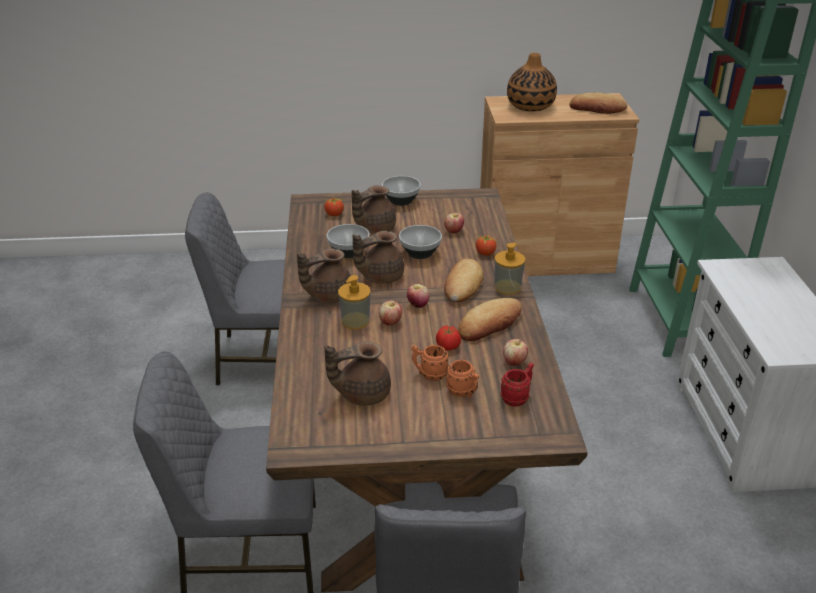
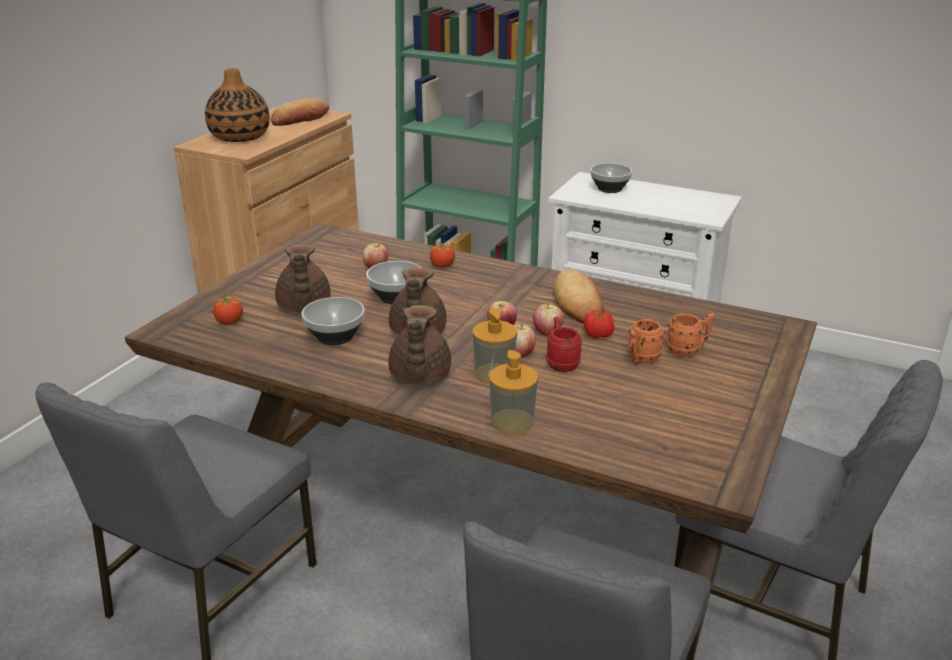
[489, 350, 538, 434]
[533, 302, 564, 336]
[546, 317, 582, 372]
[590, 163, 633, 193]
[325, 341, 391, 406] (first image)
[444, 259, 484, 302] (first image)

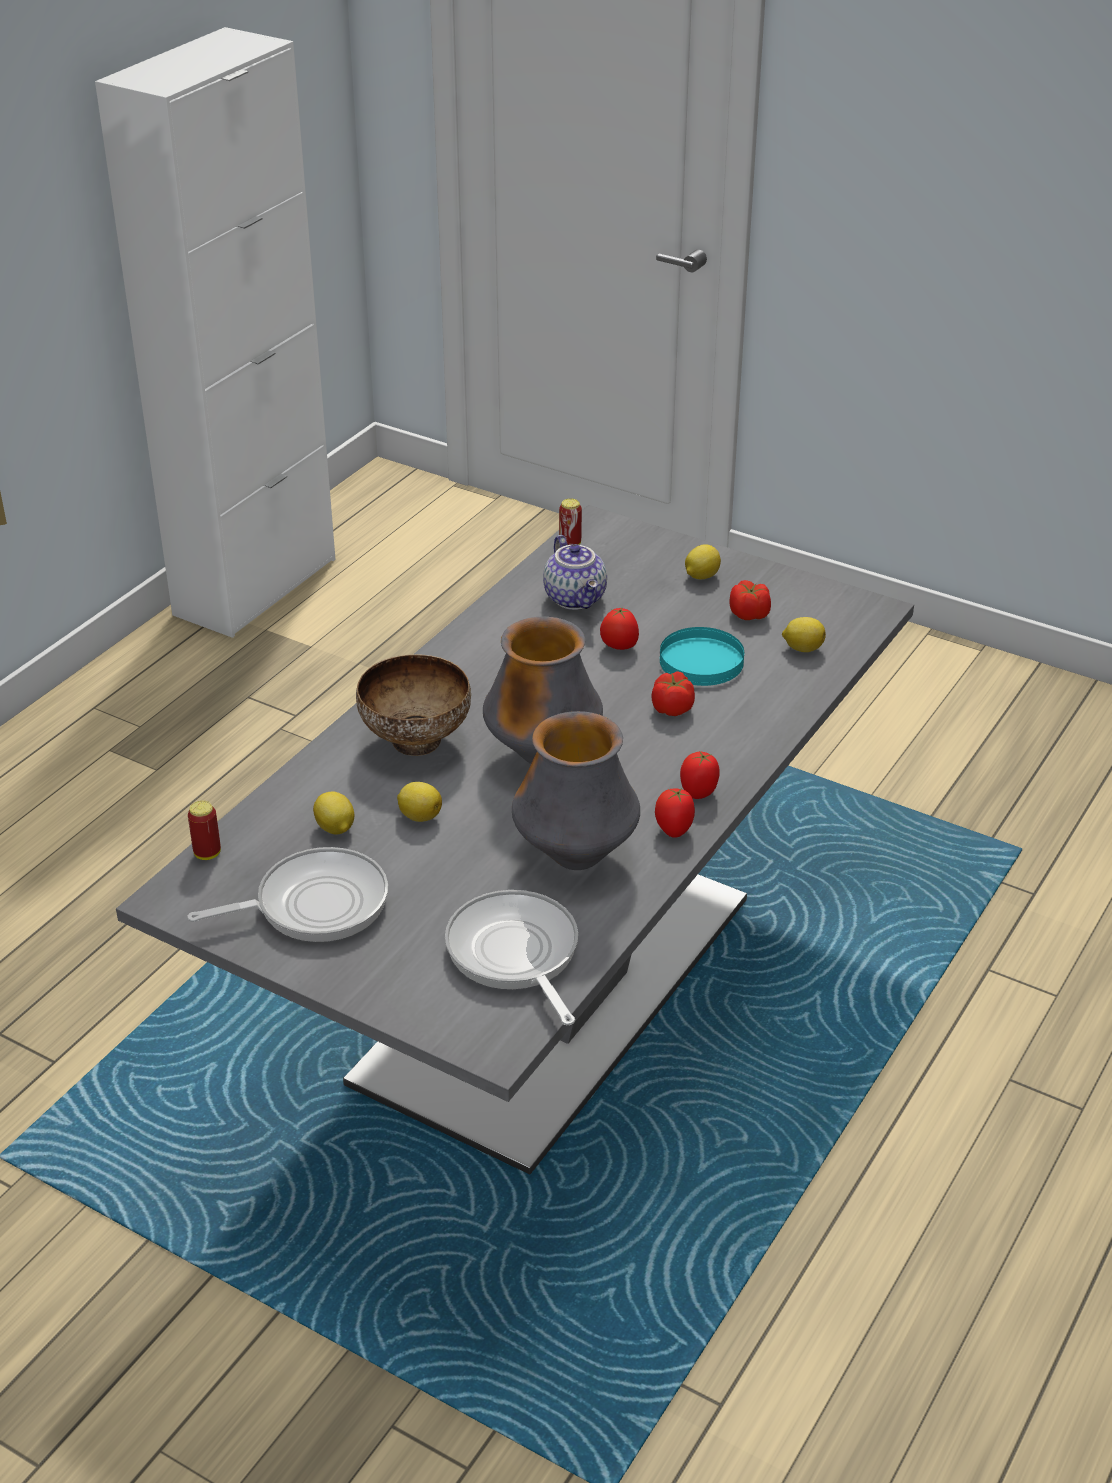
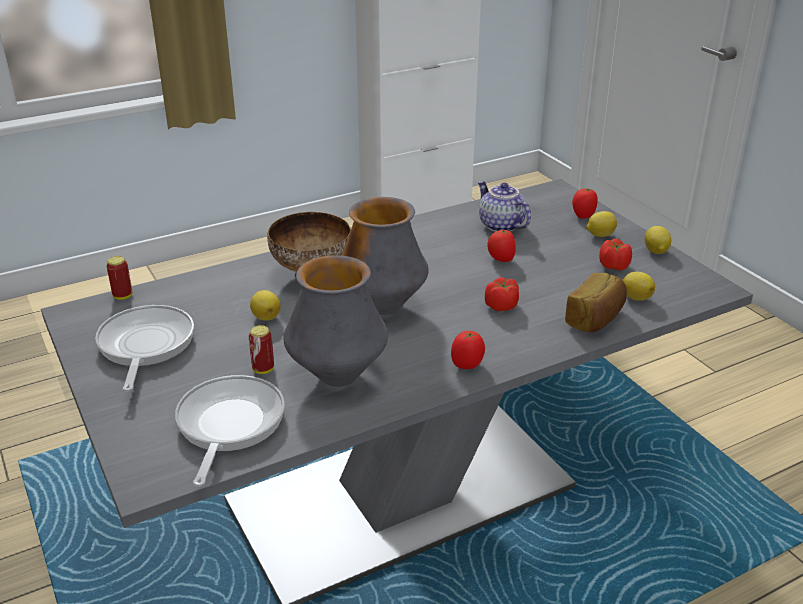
[95, 305, 194, 392]
[249, 325, 274, 374]
[478, 181, 531, 232]
[565, 273, 627, 332]
[572, 188, 598, 219]
[645, 226, 671, 254]
[660, 627, 744, 686] (first image)

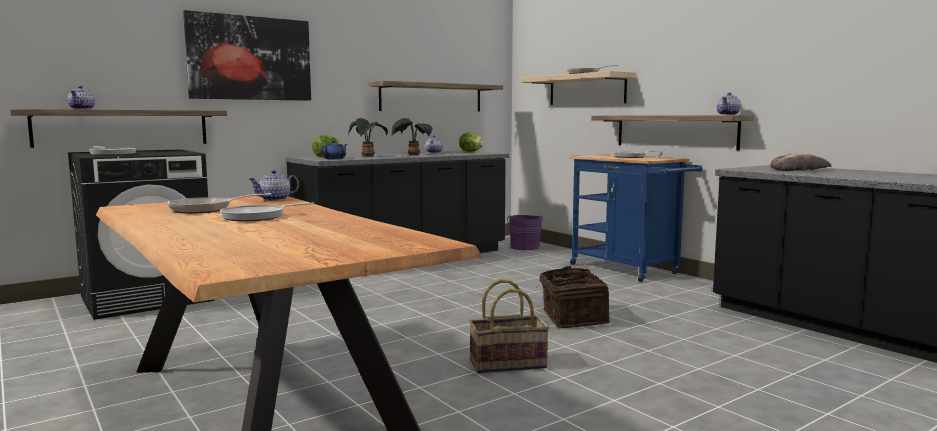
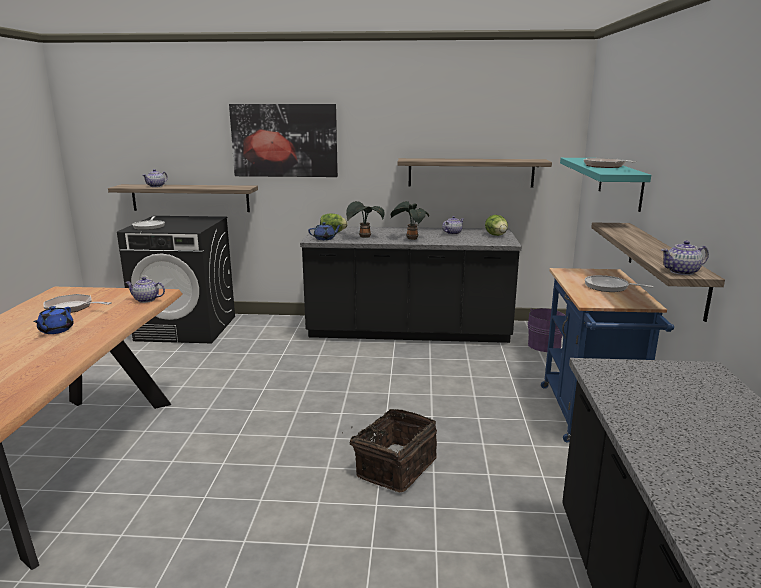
[33, 306, 74, 334]
[560, 158, 651, 212]
[469, 279, 549, 373] (first image)
[771, 153, 832, 171] (first image)

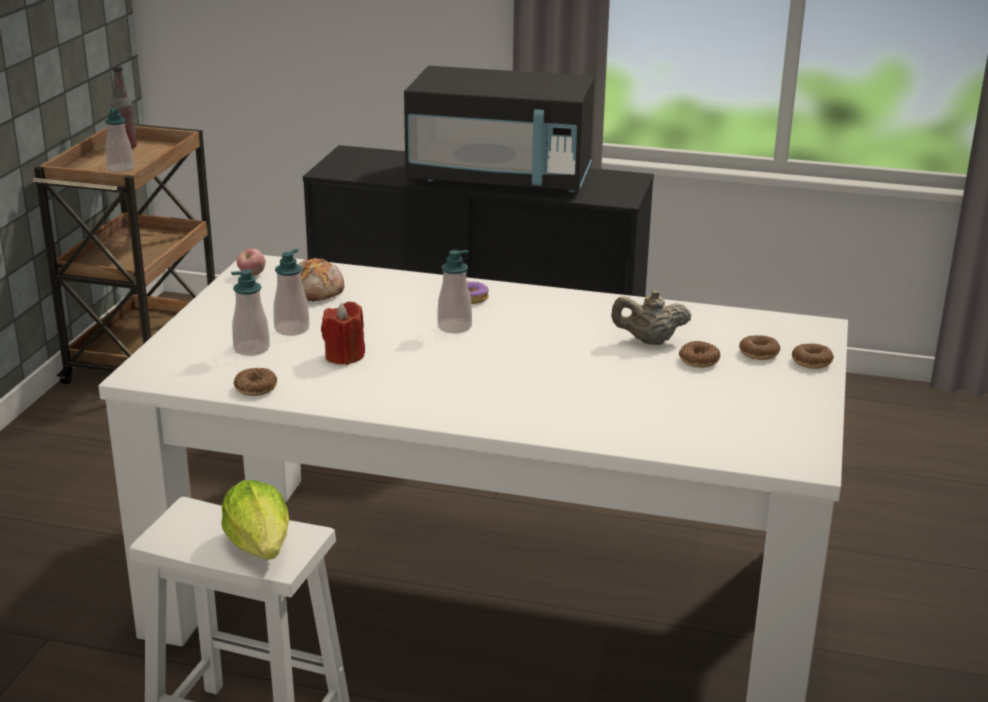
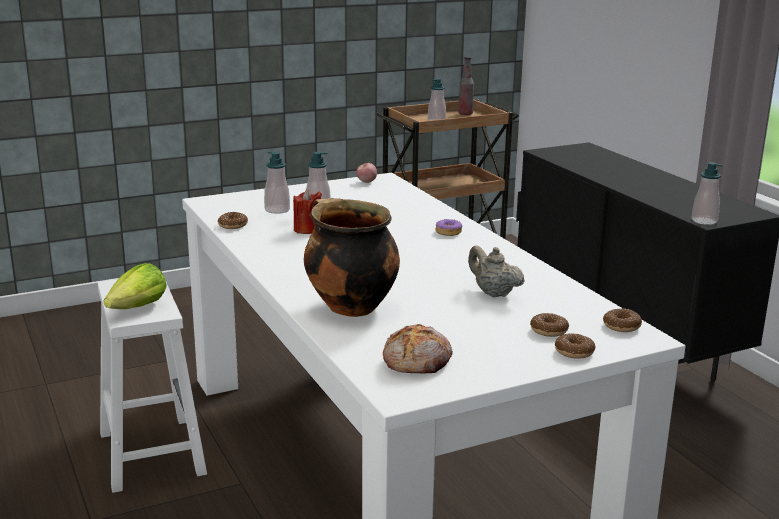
[304, 198, 400, 317]
[383, 324, 453, 374]
[603, 308, 642, 332]
[692, 162, 723, 225]
[404, 66, 595, 192] (first image)

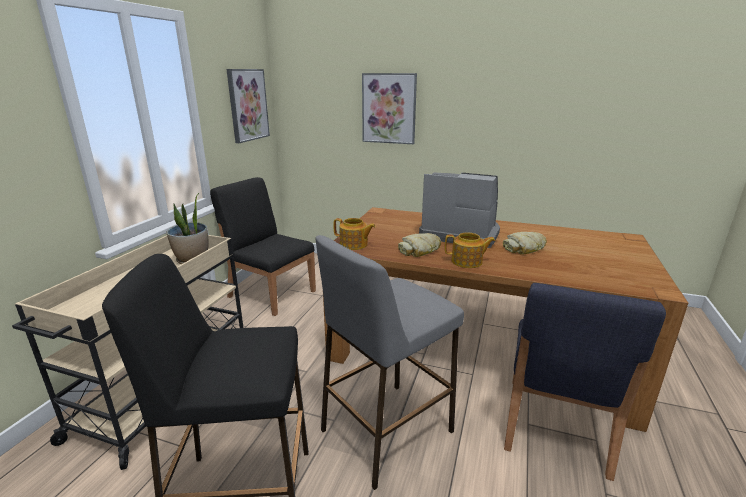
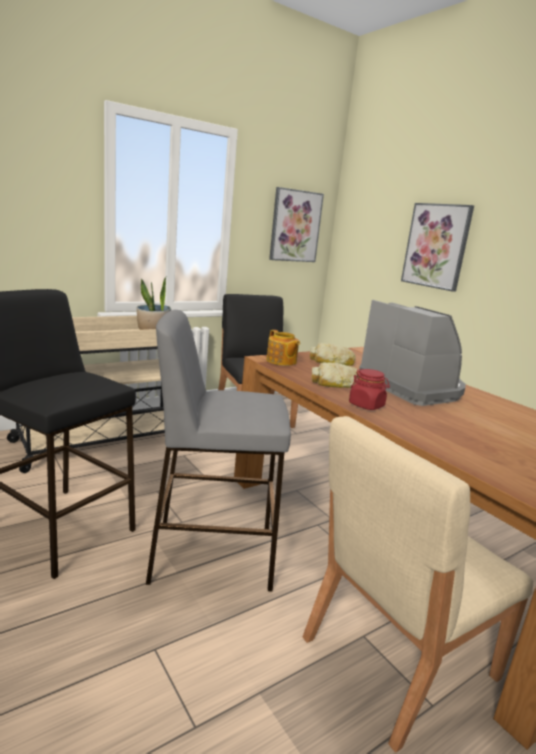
[303, 416, 533, 753]
[310, 343, 356, 366]
[349, 369, 390, 410]

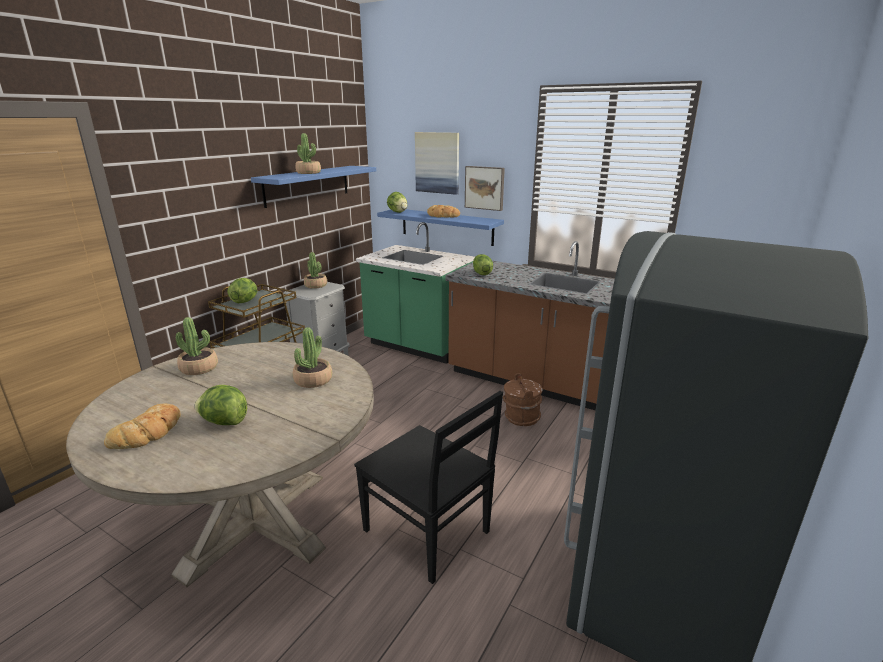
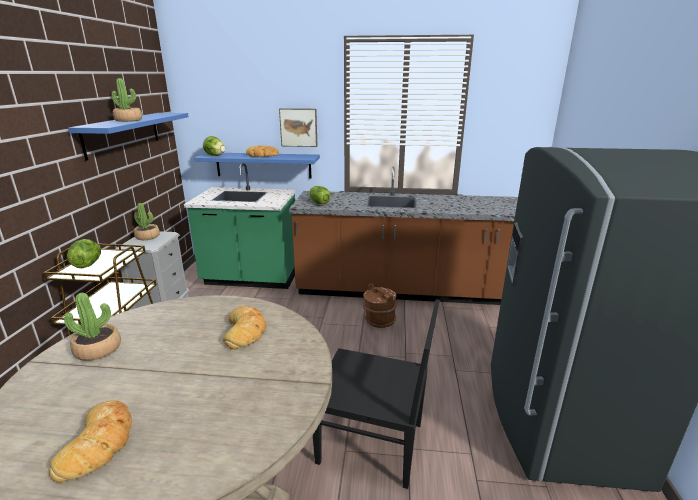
[223, 306, 266, 349]
[194, 385, 247, 425] (first image)
[415, 132, 459, 195] (first image)

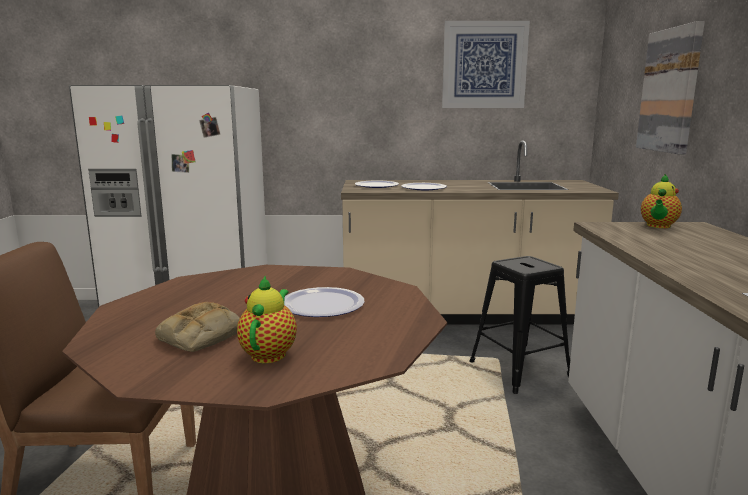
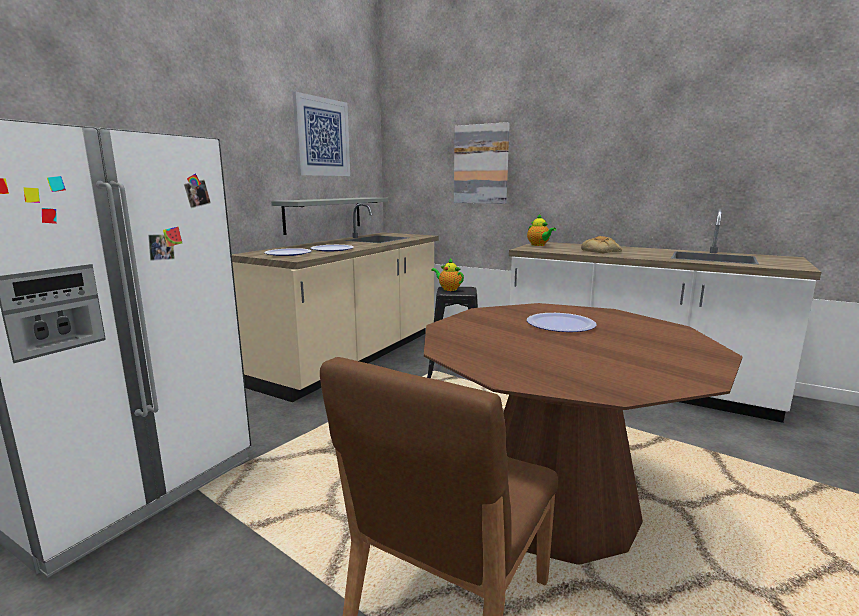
[271, 197, 388, 235]
[431, 258, 464, 291]
[581, 236, 622, 253]

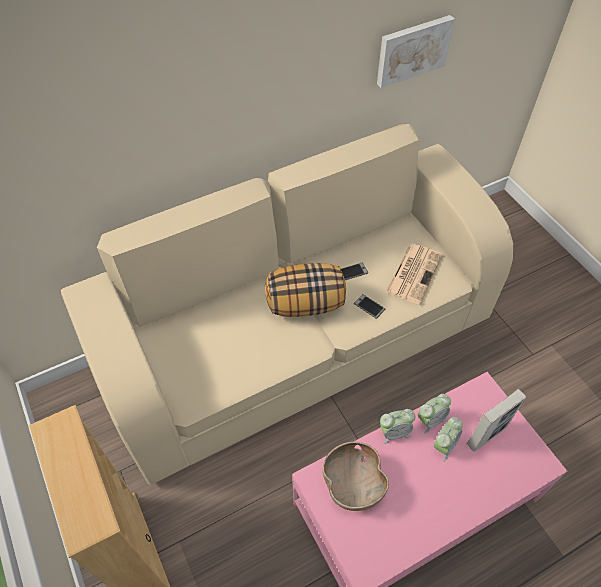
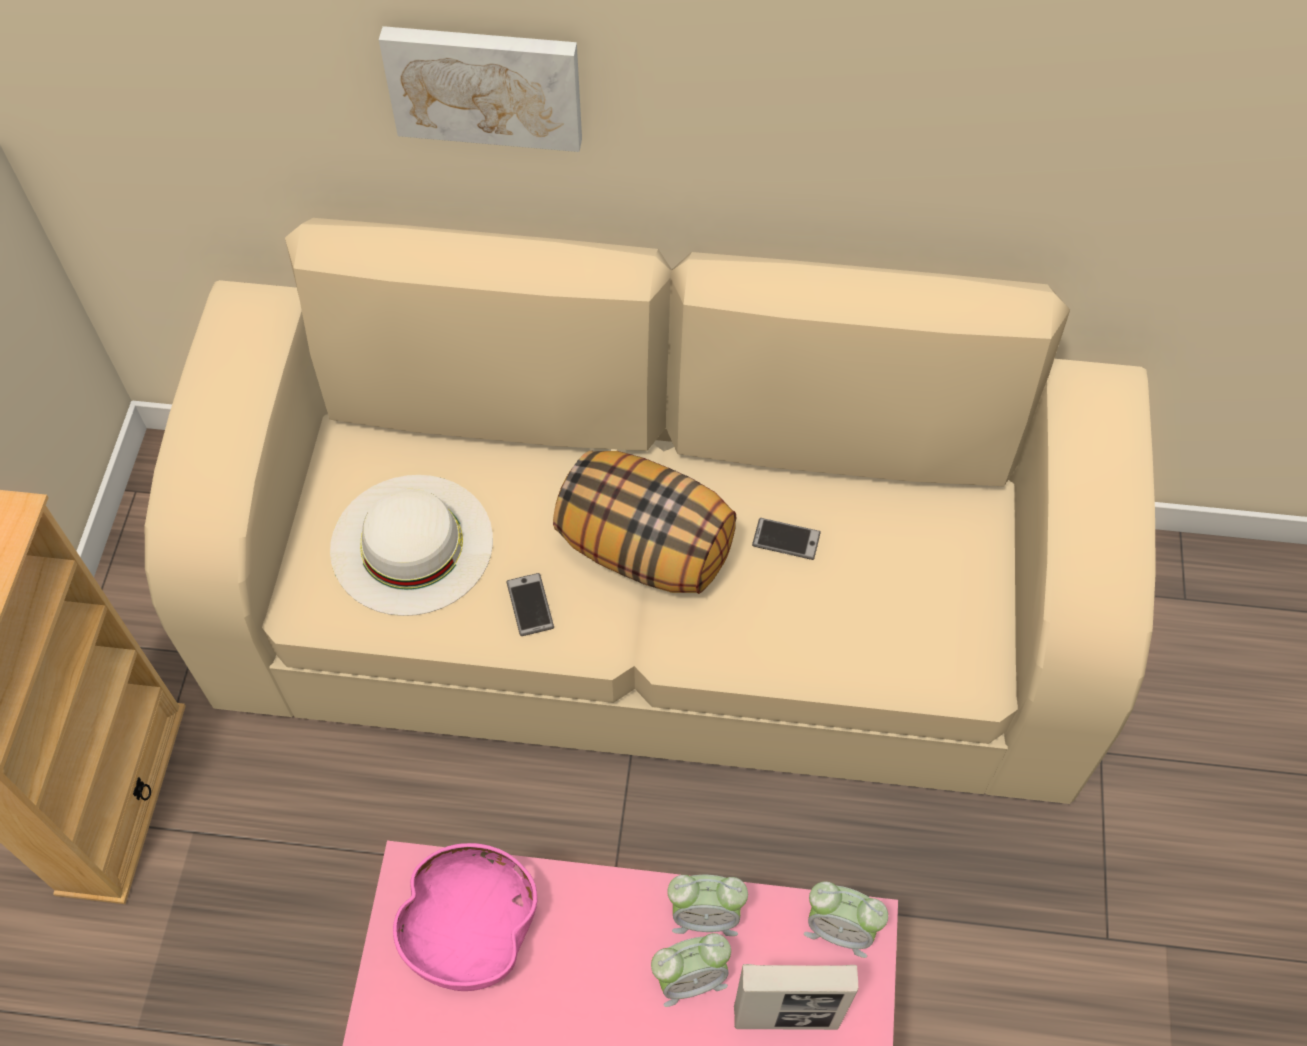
[330, 475, 493, 616]
[379, 26, 582, 152]
[393, 843, 537, 991]
[506, 573, 554, 636]
[804, 881, 888, 958]
[385, 244, 443, 305] (first image)

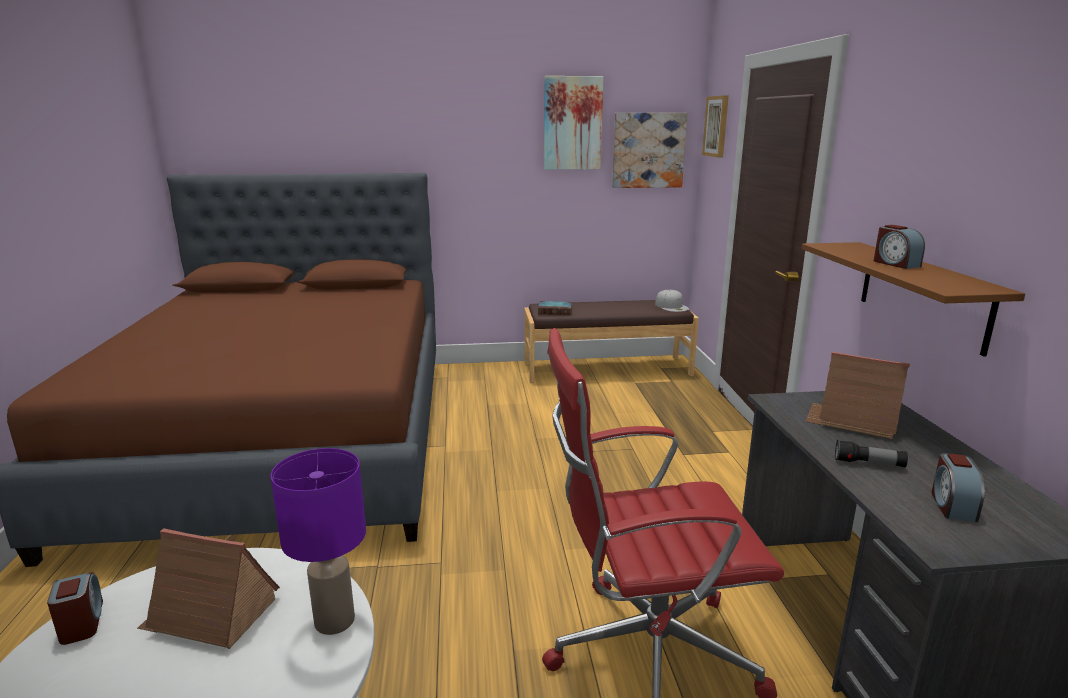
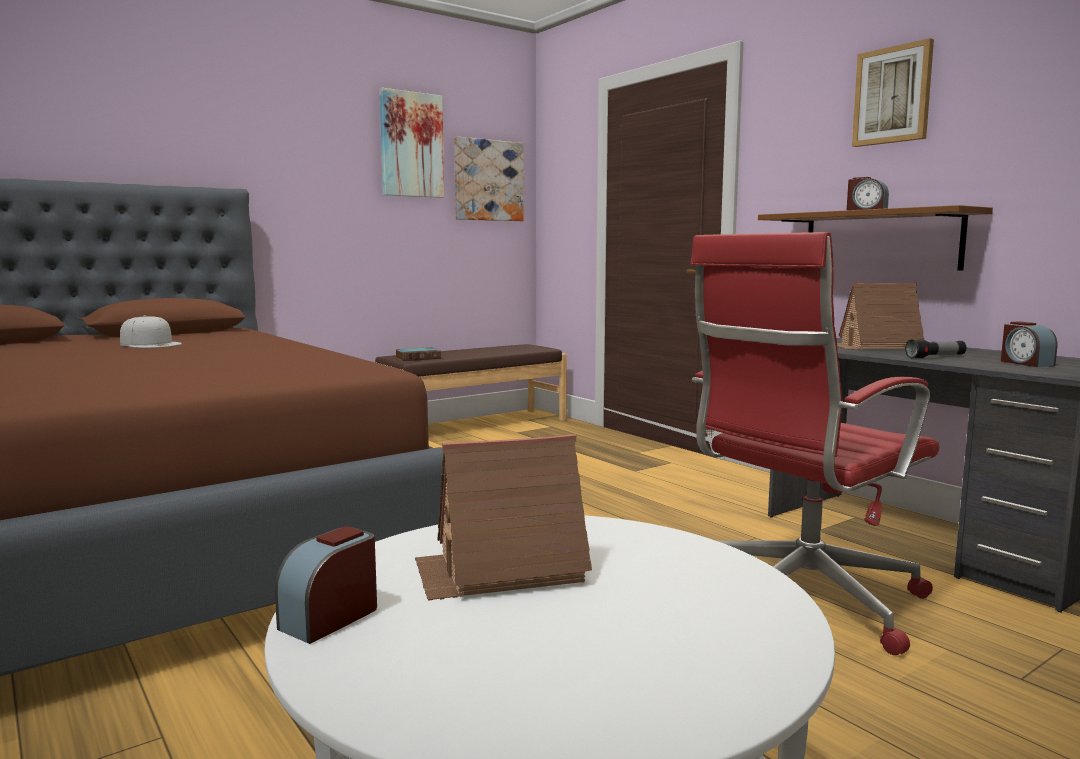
[120, 316, 182, 348]
[275, 526, 377, 644]
[852, 38, 934, 147]
[271, 448, 366, 635] (first image)

